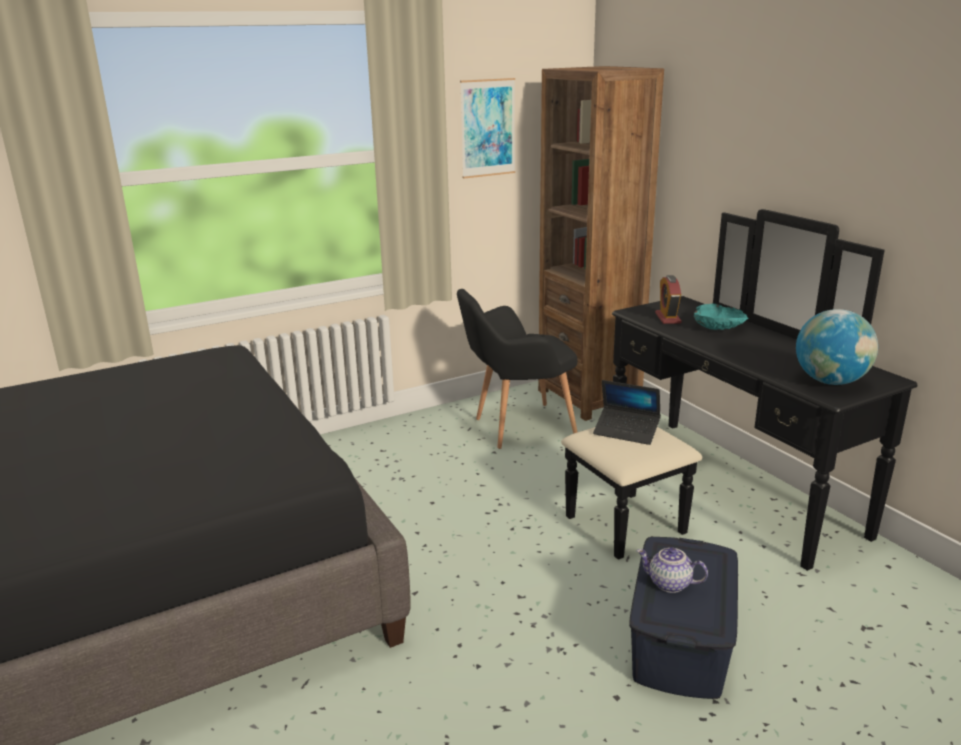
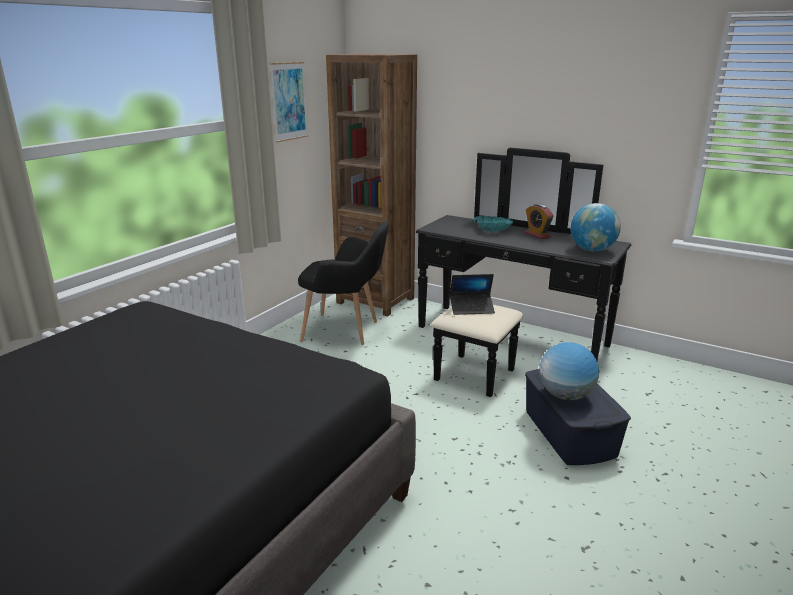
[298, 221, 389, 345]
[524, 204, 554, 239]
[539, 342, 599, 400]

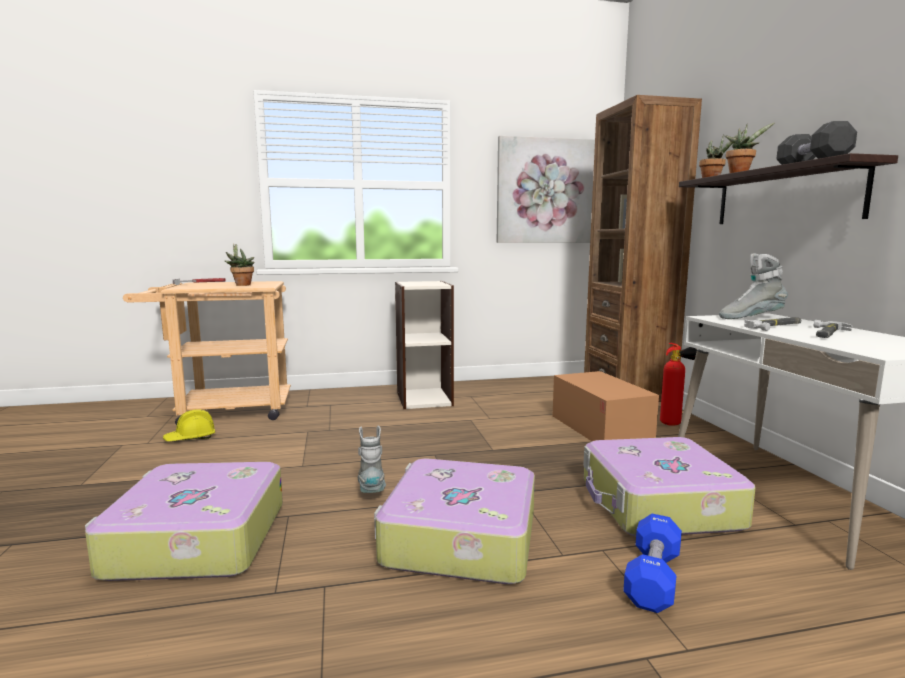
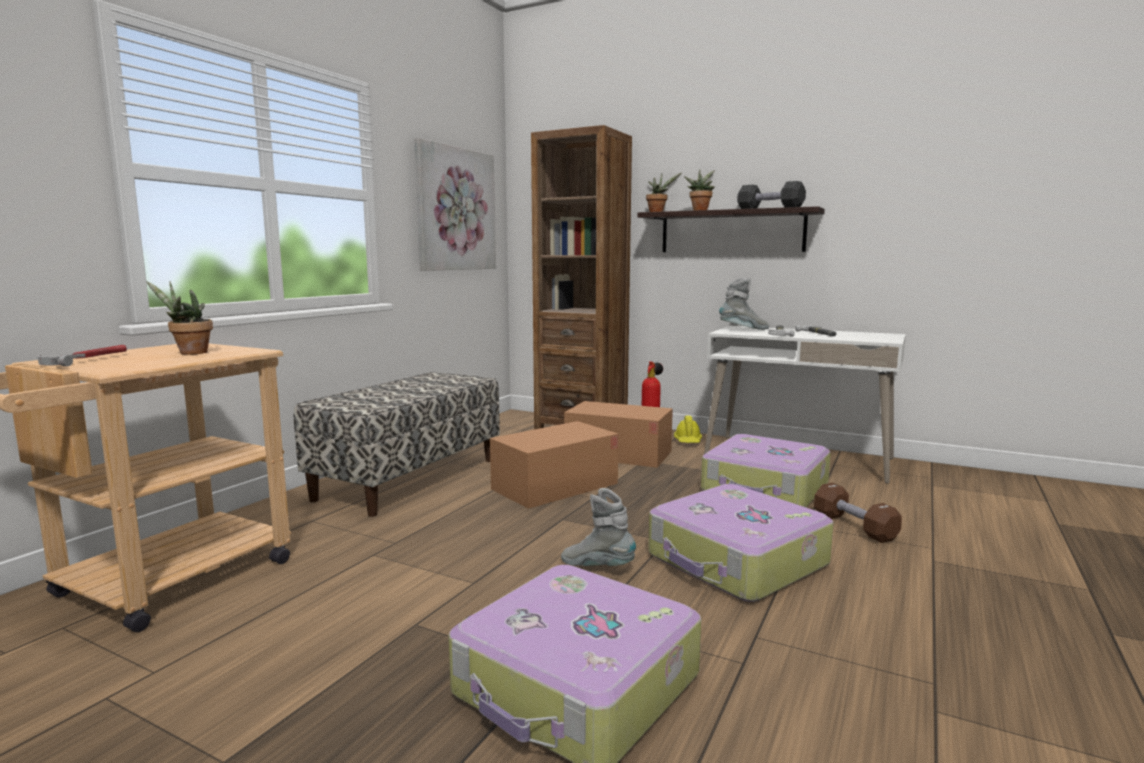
[294, 372, 500, 517]
[490, 421, 618, 509]
[674, 416, 702, 443]
[719, 278, 769, 330]
[814, 483, 902, 543]

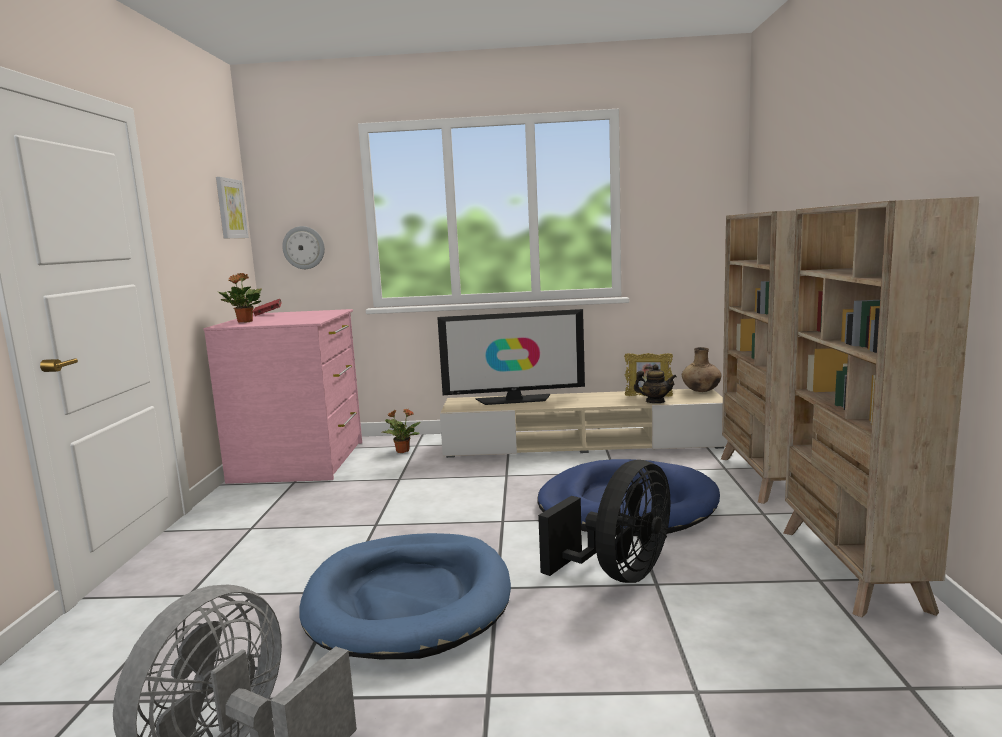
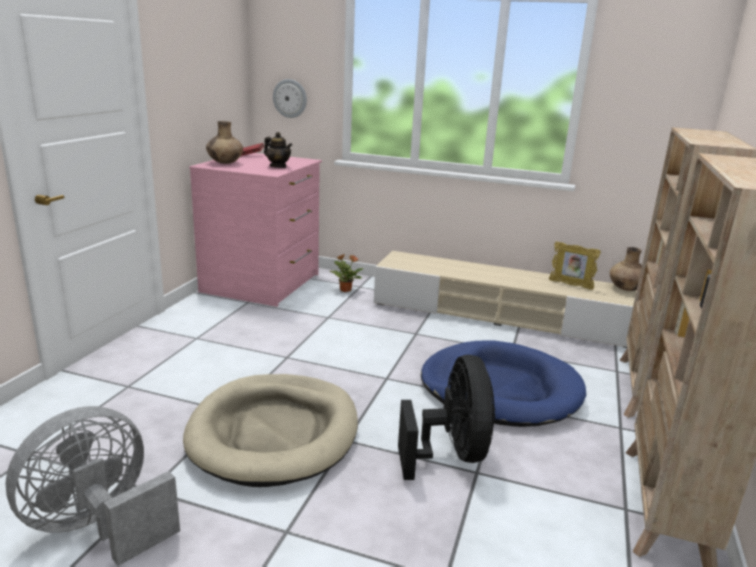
[183, 374, 358, 487]
[206, 121, 243, 164]
[264, 132, 292, 168]
[398, 355, 495, 480]
[216, 177, 249, 238] (first image)
[437, 309, 585, 405] (first image)

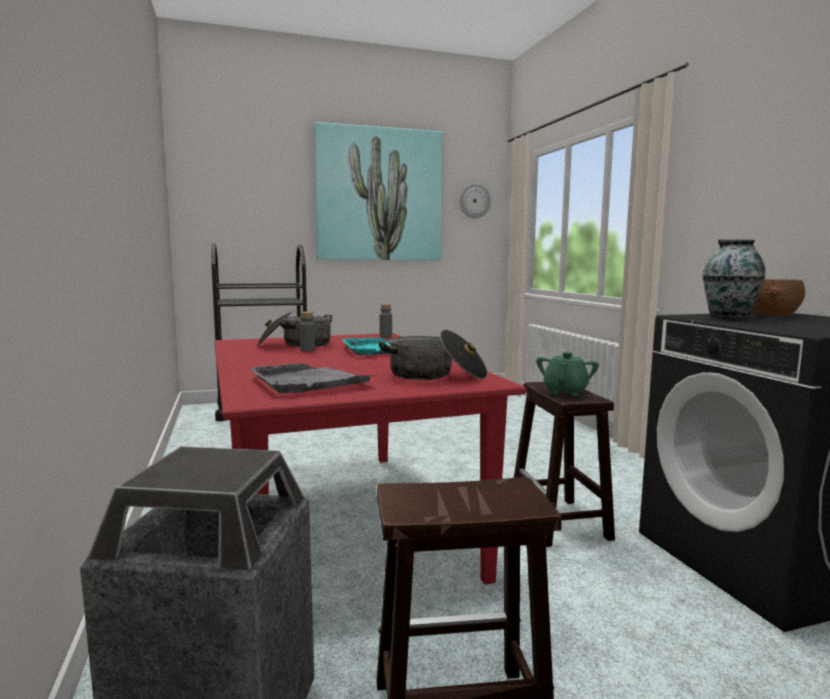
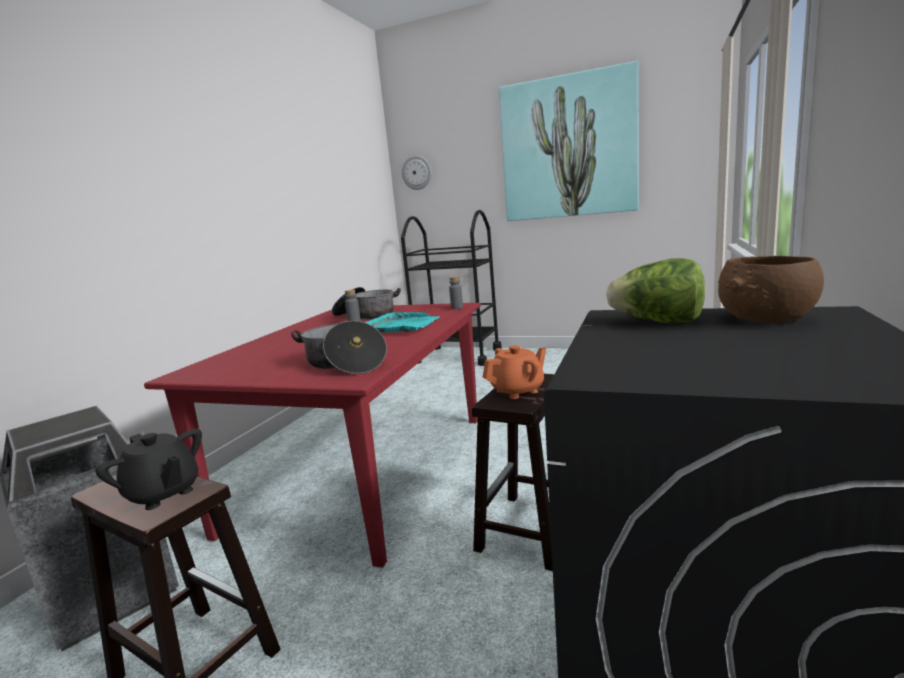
[95, 429, 202, 510]
[402, 155, 432, 190]
[483, 346, 546, 399]
[606, 258, 705, 323]
[250, 363, 370, 393] (first image)

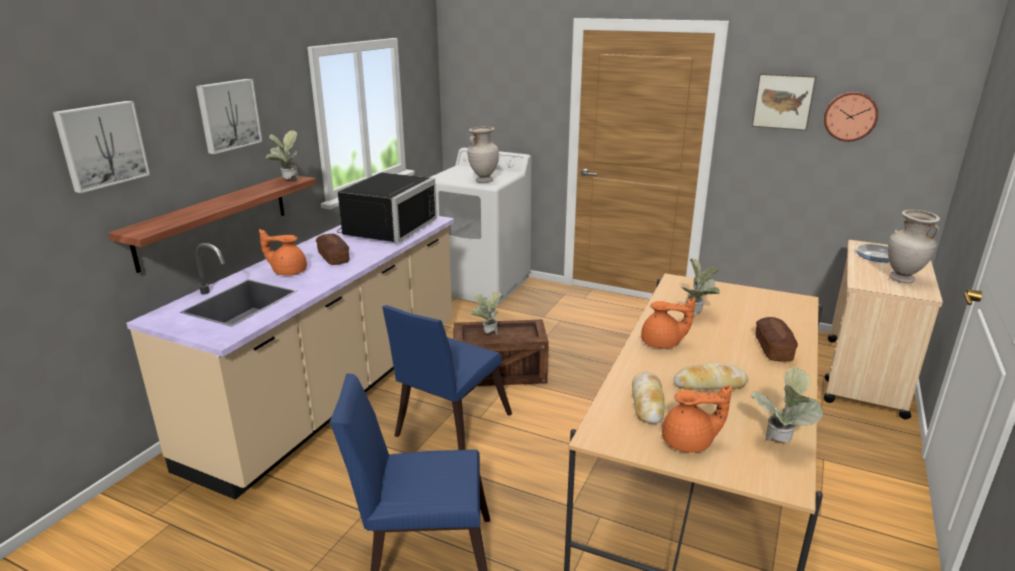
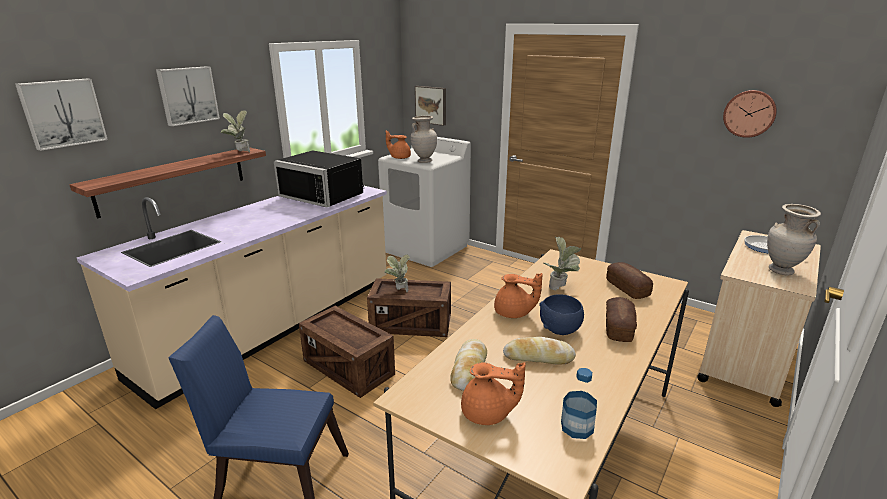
[274, 150, 364, 207]
[299, 306, 395, 398]
[386, 131, 411, 159]
[415, 86, 446, 126]
[539, 294, 584, 335]
[561, 368, 597, 439]
[606, 262, 653, 299]

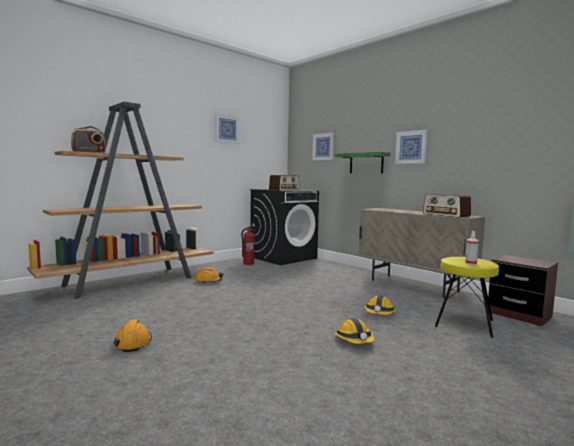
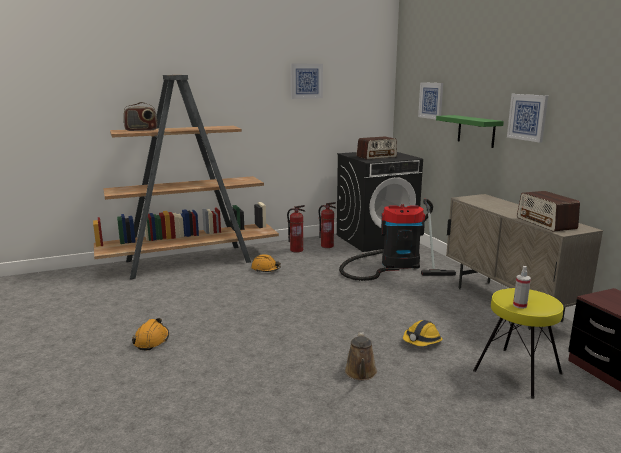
[287, 205, 305, 253]
[339, 199, 456, 281]
[345, 332, 377, 380]

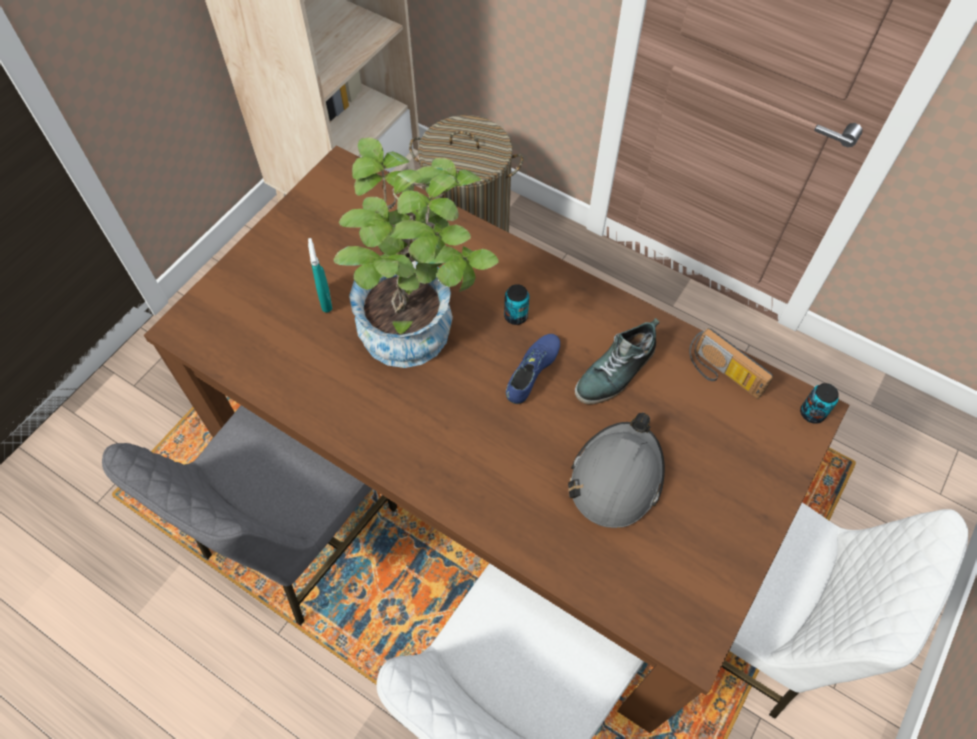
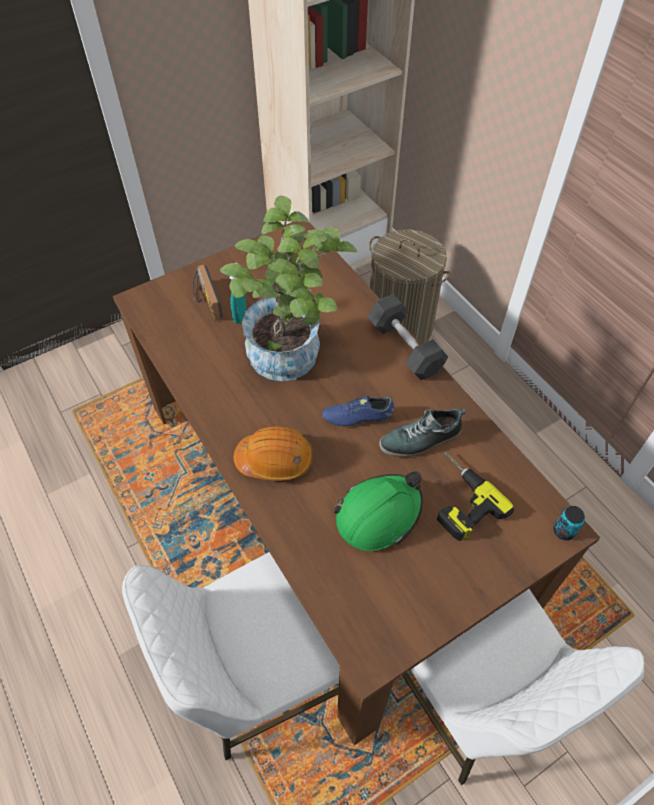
[192, 265, 223, 321]
[234, 426, 313, 481]
[322, 396, 394, 426]
[333, 471, 423, 551]
[367, 294, 448, 380]
[437, 451, 514, 541]
[102, 405, 397, 626] (first image)
[504, 284, 529, 325] (first image)

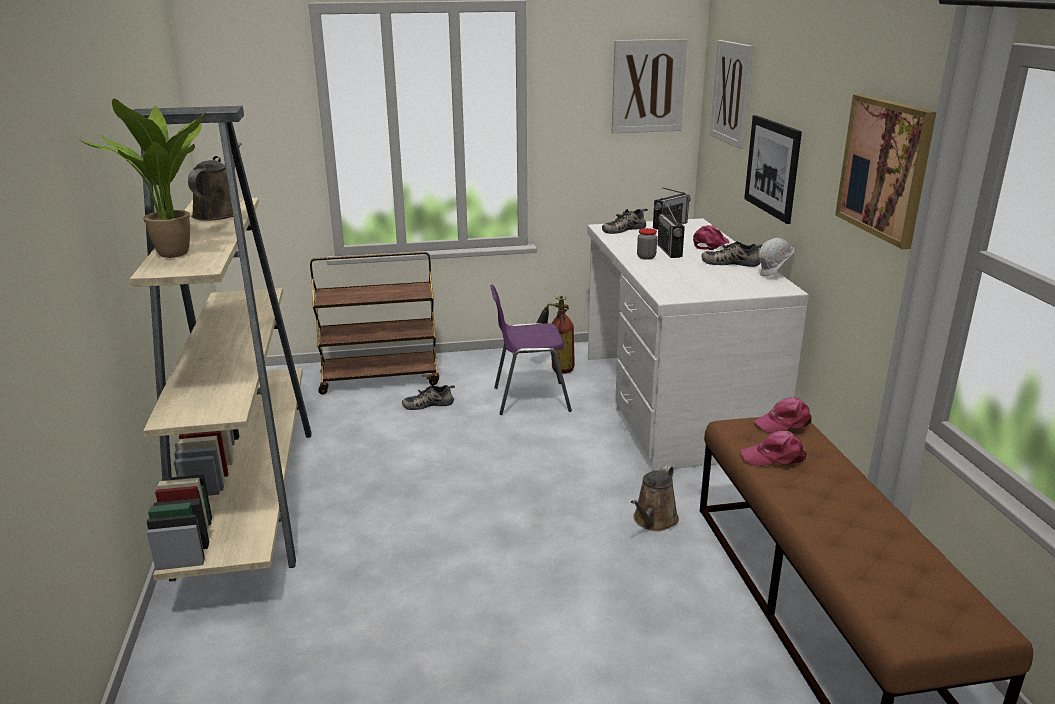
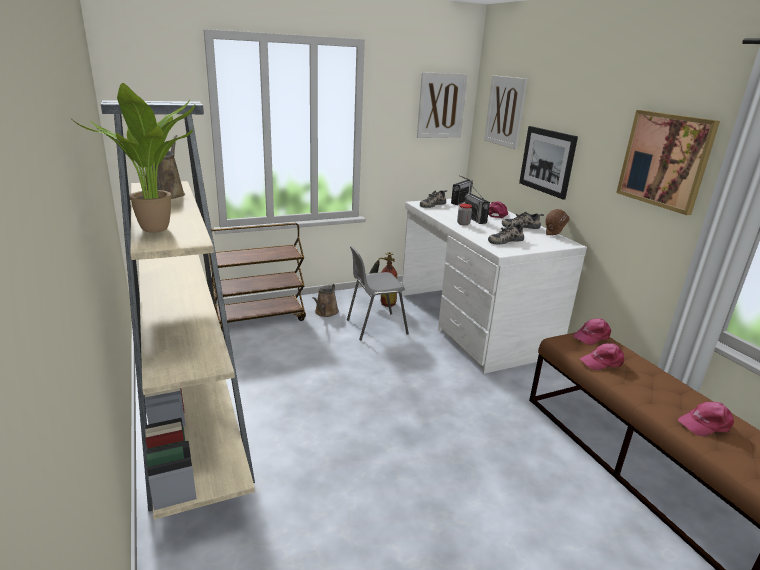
[312, 283, 339, 317]
[347, 246, 409, 340]
[488, 224, 527, 244]
[546, 209, 570, 235]
[678, 402, 734, 436]

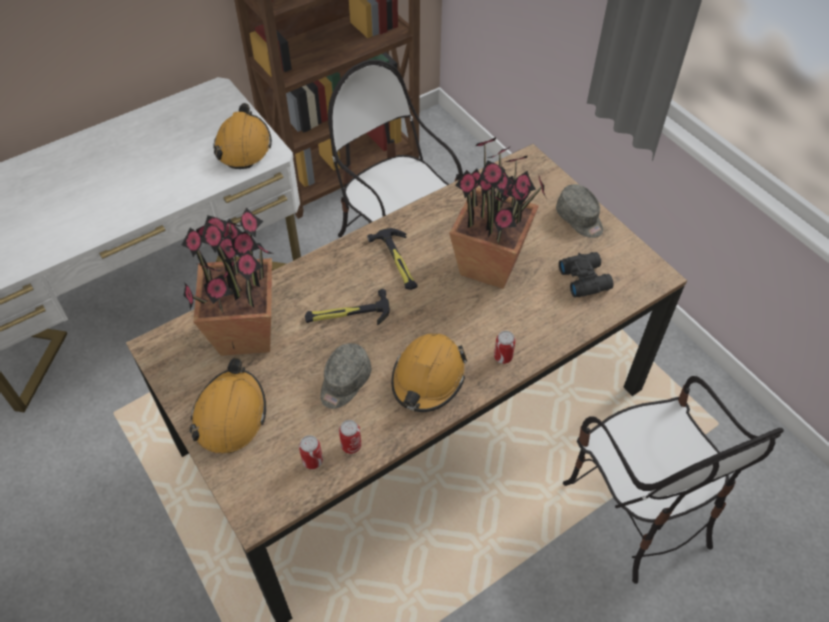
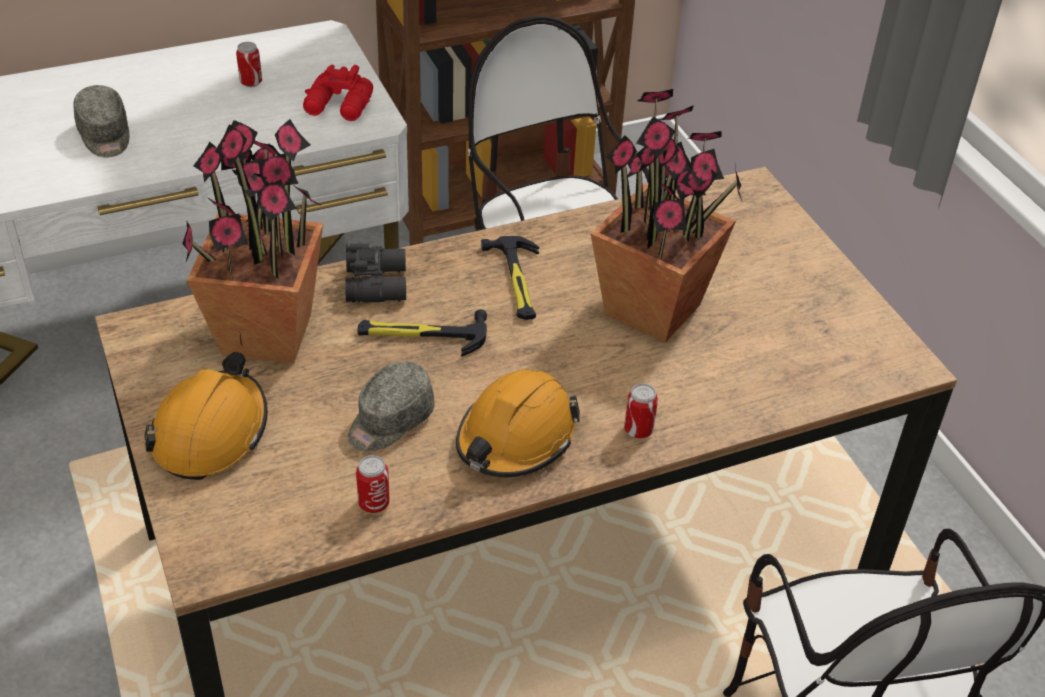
[73, 85, 129, 157]
[236, 42, 262, 87]
[303, 64, 373, 121]
[345, 243, 406, 303]

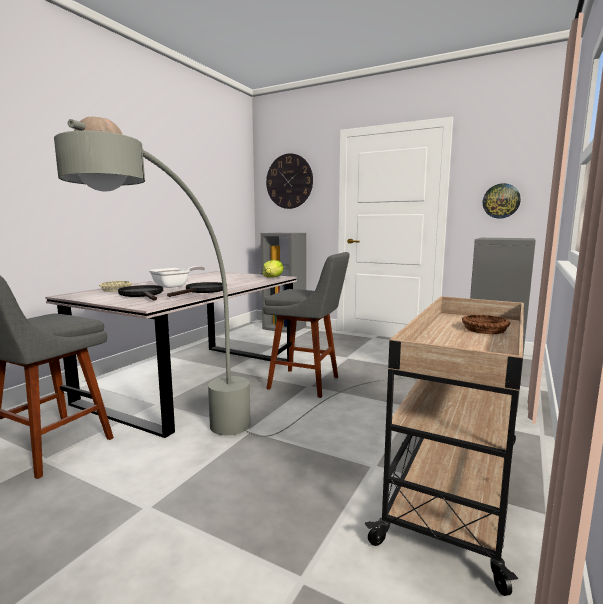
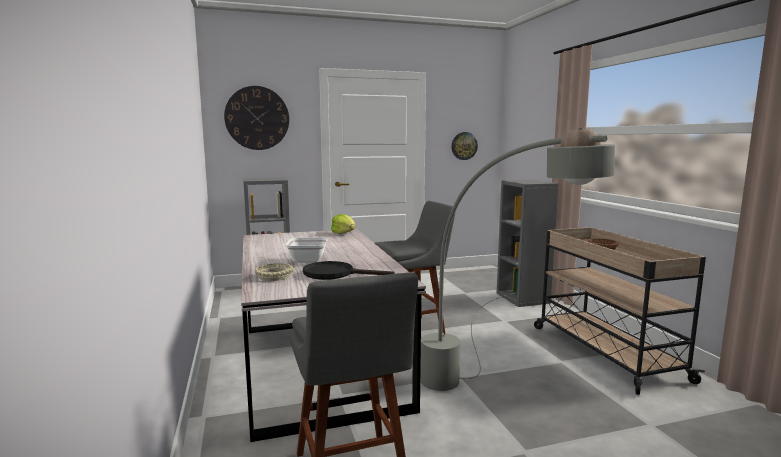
[167, 282, 223, 297] (first image)

